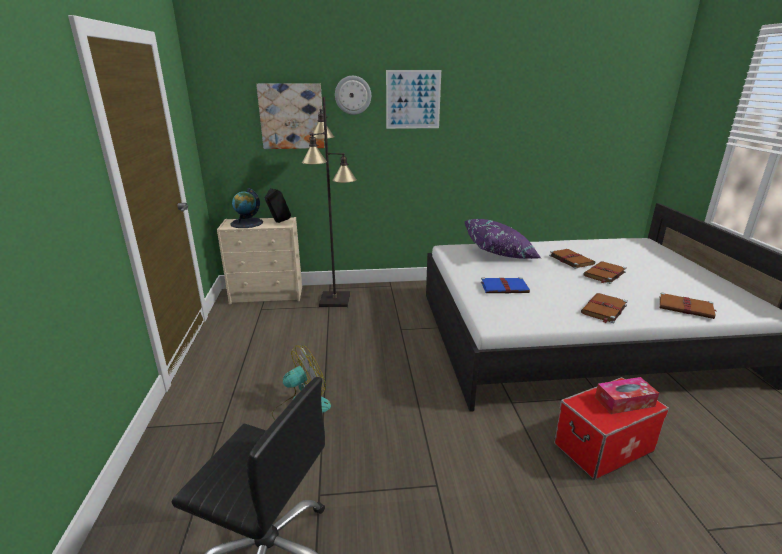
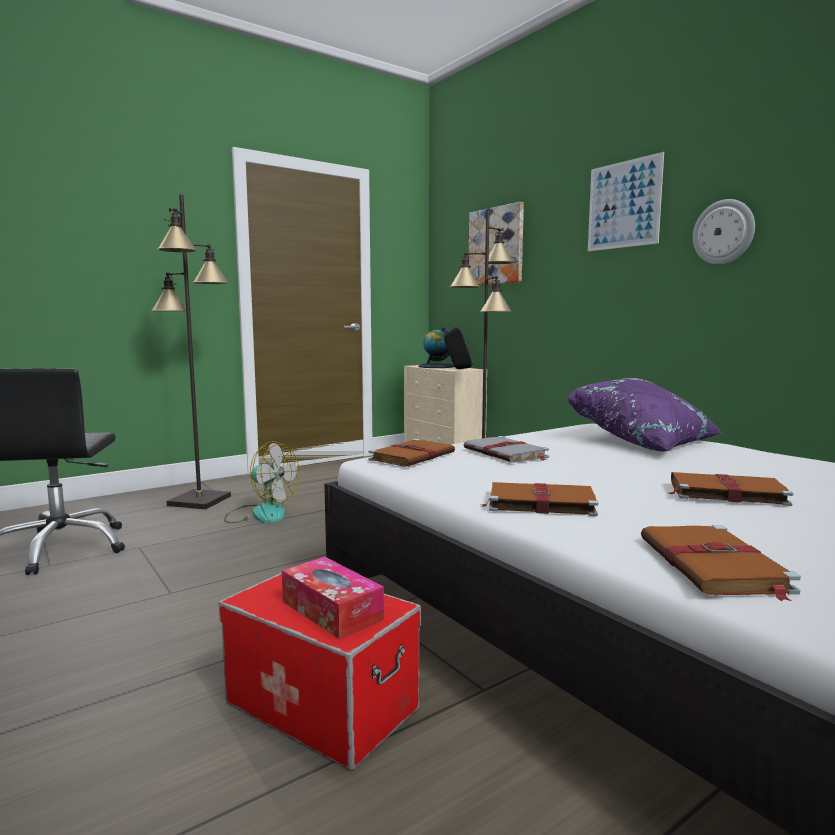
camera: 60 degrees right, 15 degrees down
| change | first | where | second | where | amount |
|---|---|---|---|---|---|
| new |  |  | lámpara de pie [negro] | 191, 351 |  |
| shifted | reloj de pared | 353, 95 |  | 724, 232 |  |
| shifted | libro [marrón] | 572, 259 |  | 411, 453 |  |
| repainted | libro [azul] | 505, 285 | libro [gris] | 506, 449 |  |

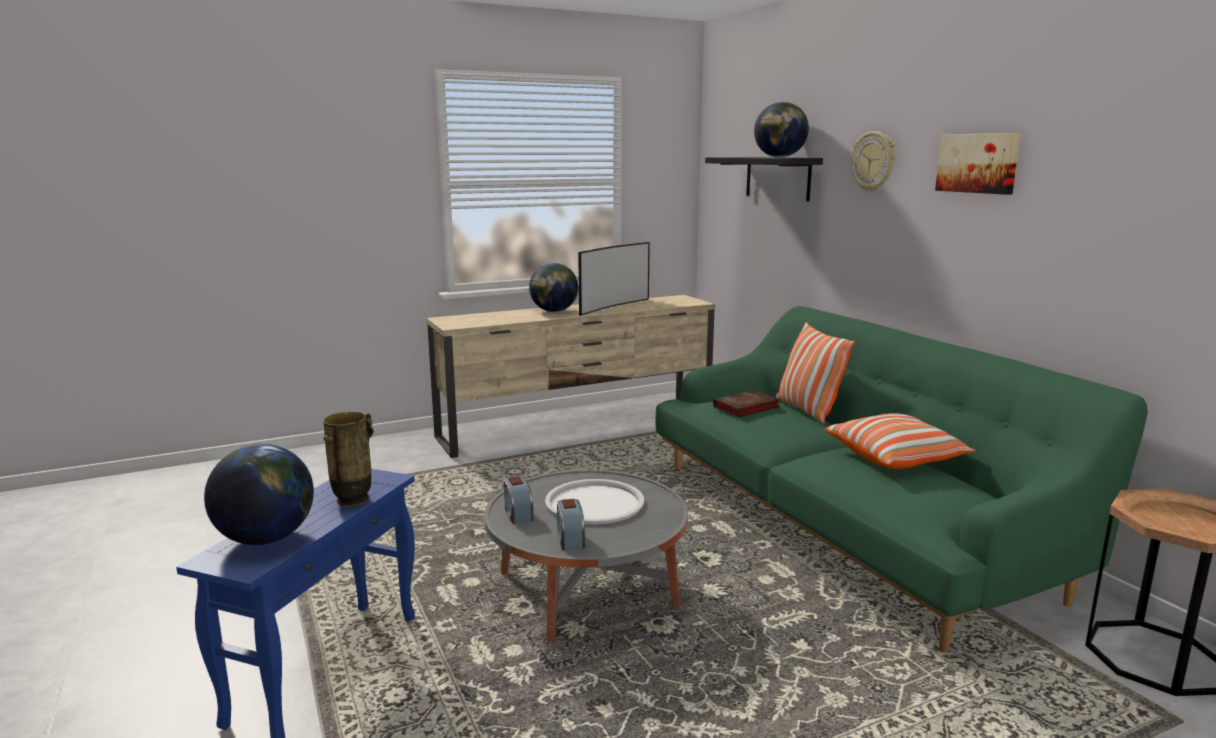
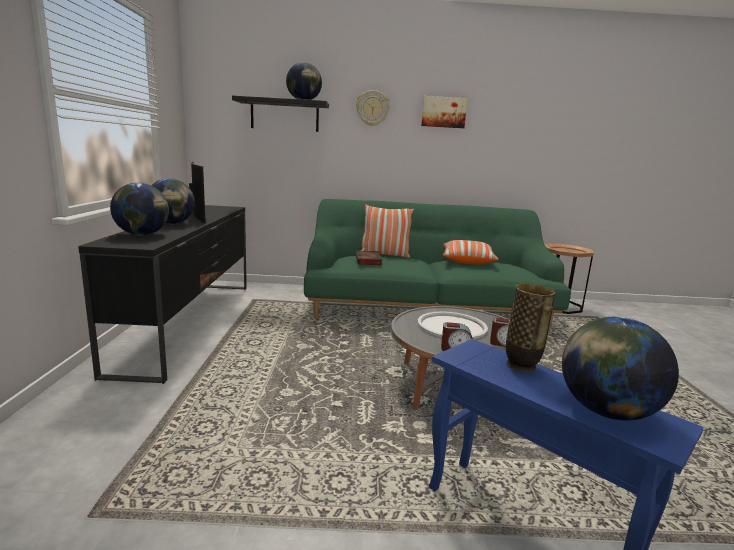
camera: 65 degrees left, 0 degrees up
| change | first | where | second | where | amount |
|---|---|---|---|---|---|
| new |  |  | globo terráqueo | 139, 209 |  |
| repainted | mueble de televisión [beis] | 571, 376 | mueble de televisión [negro] | 162, 294 |  |

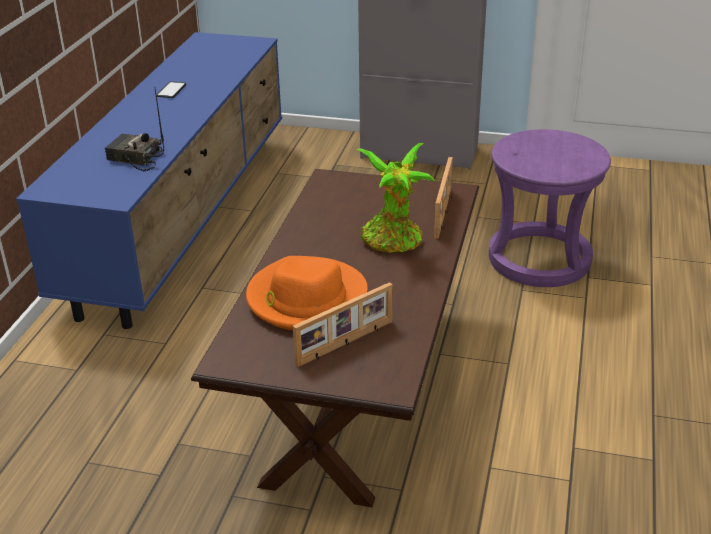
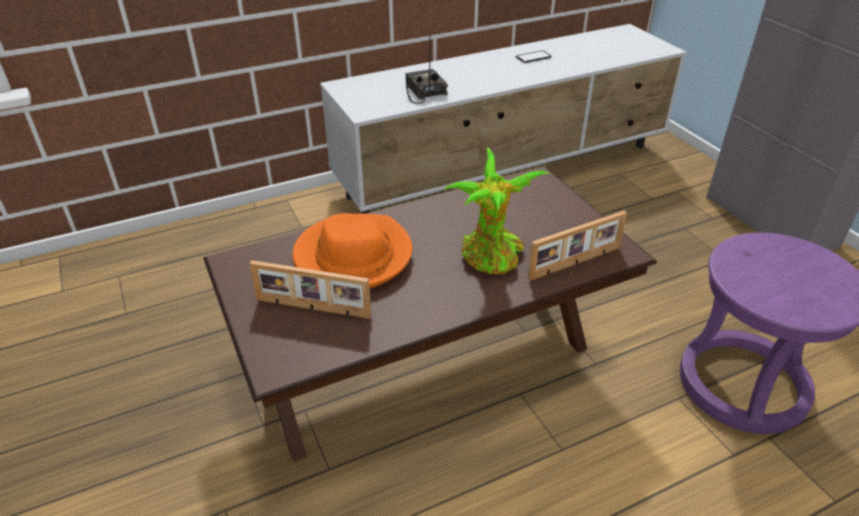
camera: 50 degrees right, 5 degrees up
| change | first | where | second | where | amount |
|---|---|---|---|---|---|
| repainted | mueble de televisión [azul] | 149, 180 | mueble de televisión [blanco] | 503, 119 |  |

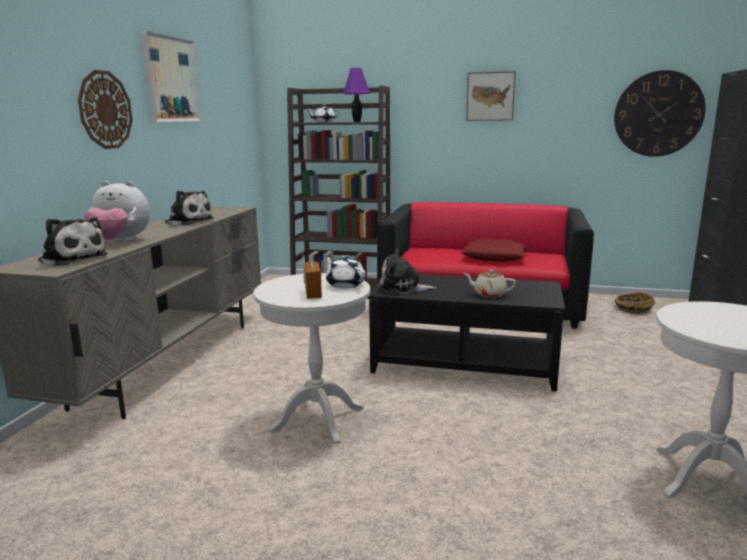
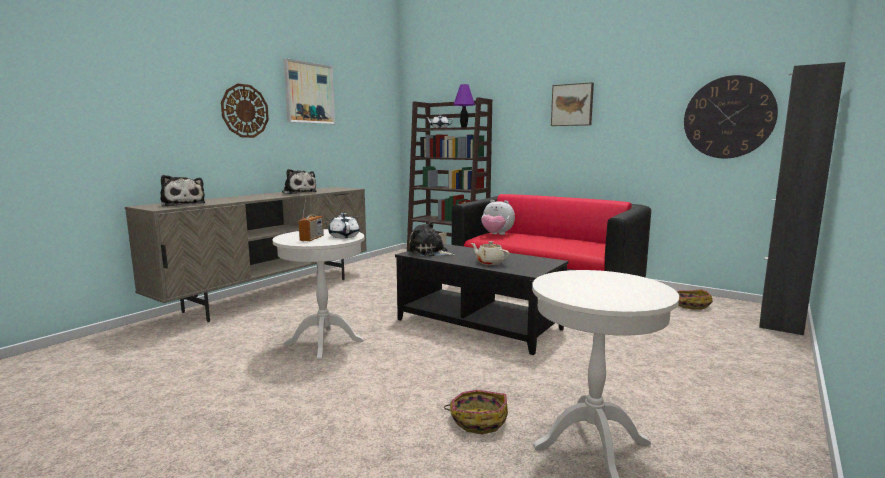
camera: 20 degrees right, 5 degrees down
| change | first | where | second | where | amount |
|---|---|---|---|---|---|
| gone | cojín [rojo] | 494, 250 |  |  |  |
| new |  |  | cesta | 476, 412 |  |
| shifted | peluche | 117, 211 |  | 498, 217 |  |

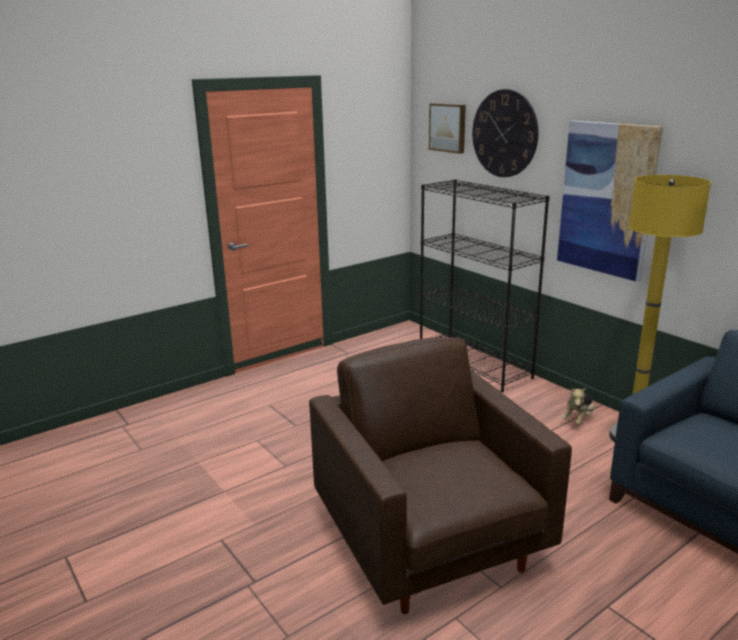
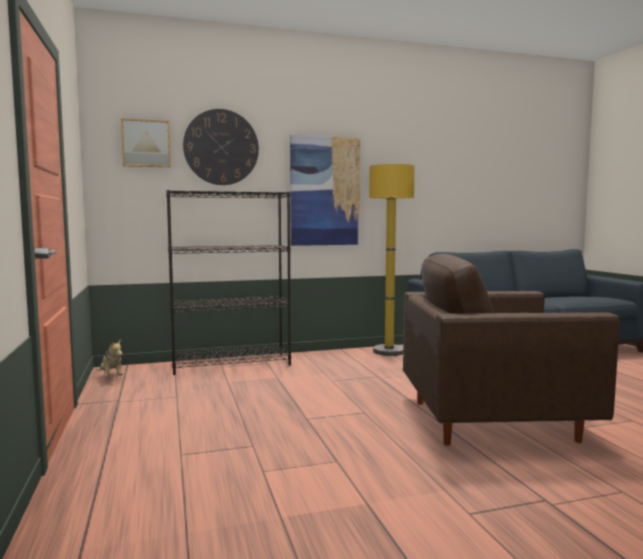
camera: 70 degrees left, 15 degrees down
| change | first | where | second | where | amount |
|---|---|---|---|---|---|
| shifted | peluche | 578, 406 |  | 109, 358 |  |

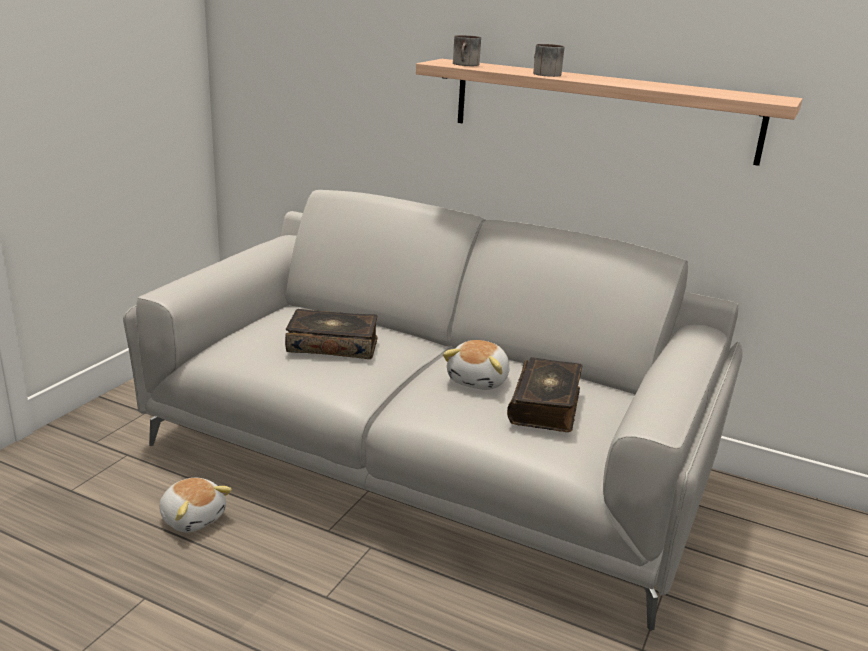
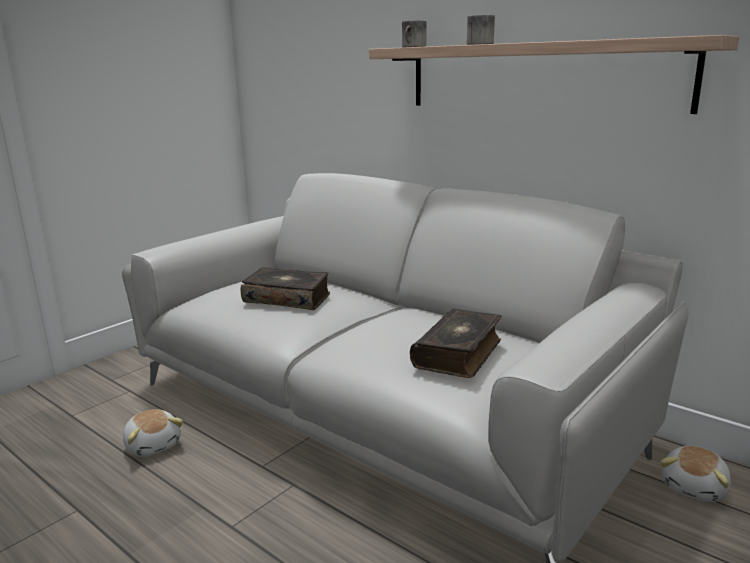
camera: 15 degrees right, 5 degrees down
| change | first | where | second | where | amount |
|---|---|---|---|---|---|
| shifted | peluche | 476, 365 |  | 695, 474 |  |

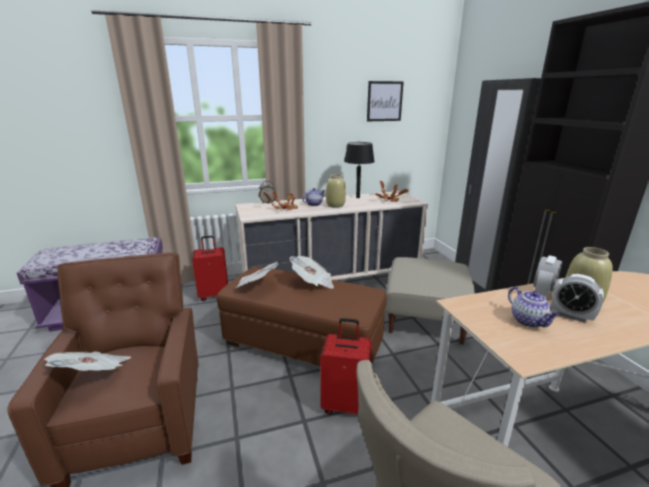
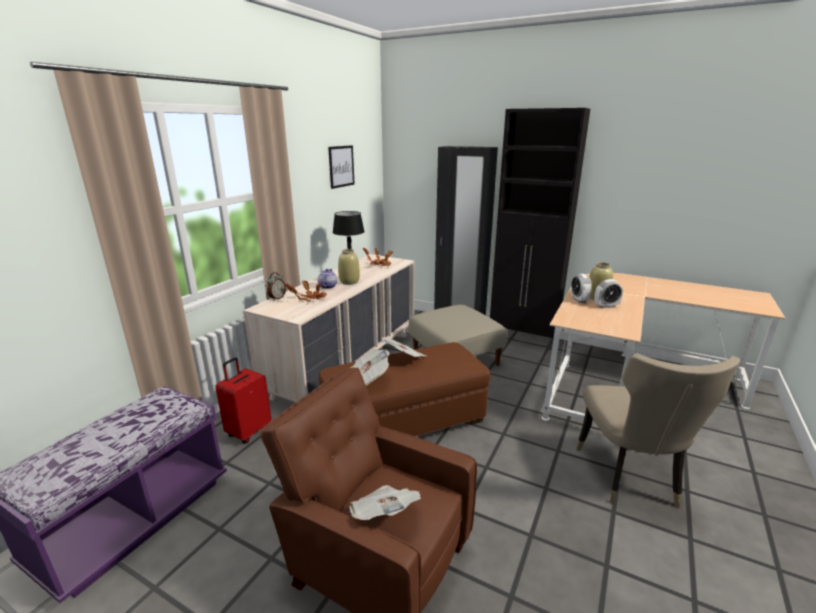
camera: 45 degrees left, 0 degrees up
| change | first | where | second | where | amount |
|---|---|---|---|---|---|
| gone | maleta [rojo] | 346, 366 |  |  |  |
| gone | tetera | 534, 307 |  |  |  |

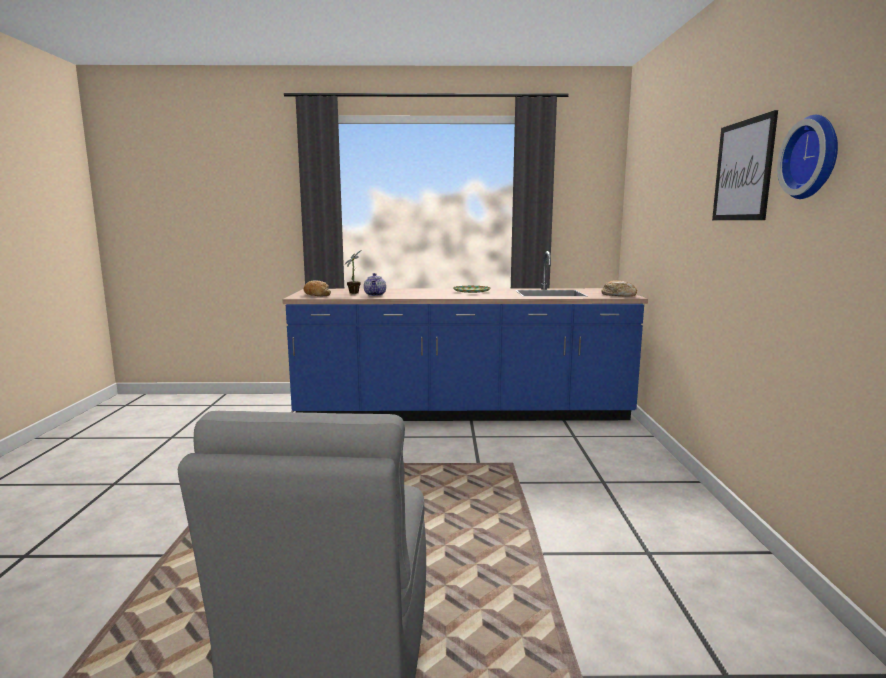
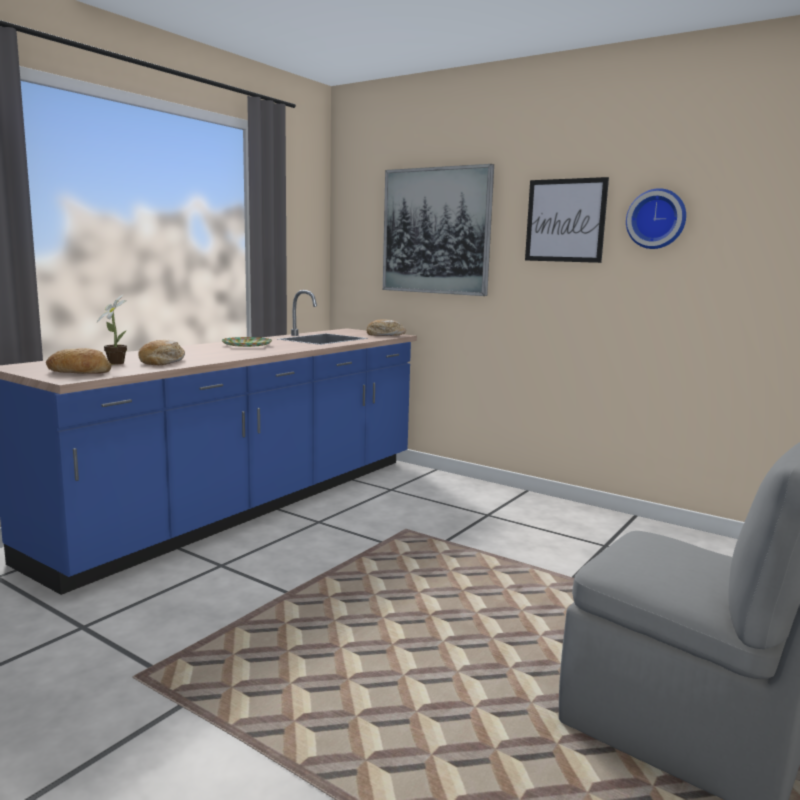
camera: 55 degrees left, 0 degrees up
| change | first | where | second | where | amount |
|---|---|---|---|---|---|
| new |  |  | cuadro | 438, 230 |  |
| swapped | tetera | 375, 284 | pan | 161, 352 |  |

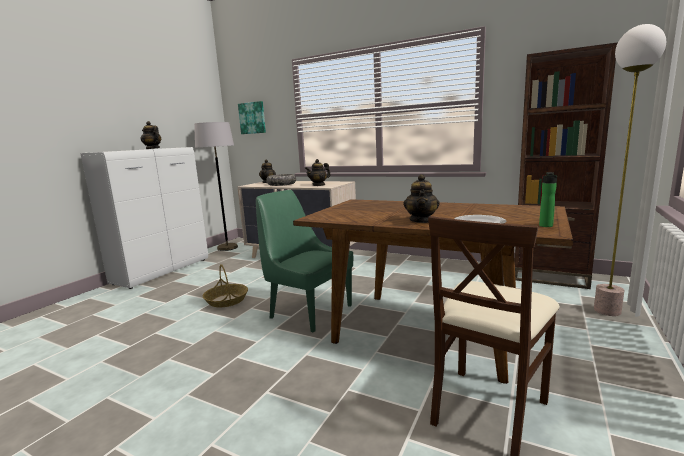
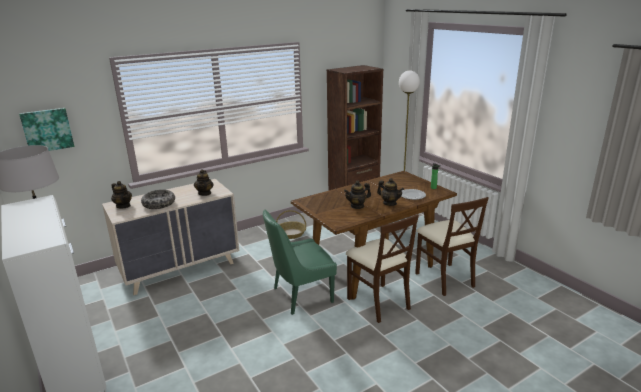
camera: 60 degrees left, 10 degrees up
| change | first | where | second | where | amount |
|---|---|---|---|---|---|
| new |  |  | silla [beis] | 382, 268 |  |
| shifted | tetera | 150, 135 |  | 357, 195 |  |
| shifted | cesta | 225, 286 |  | 291, 224 |  |

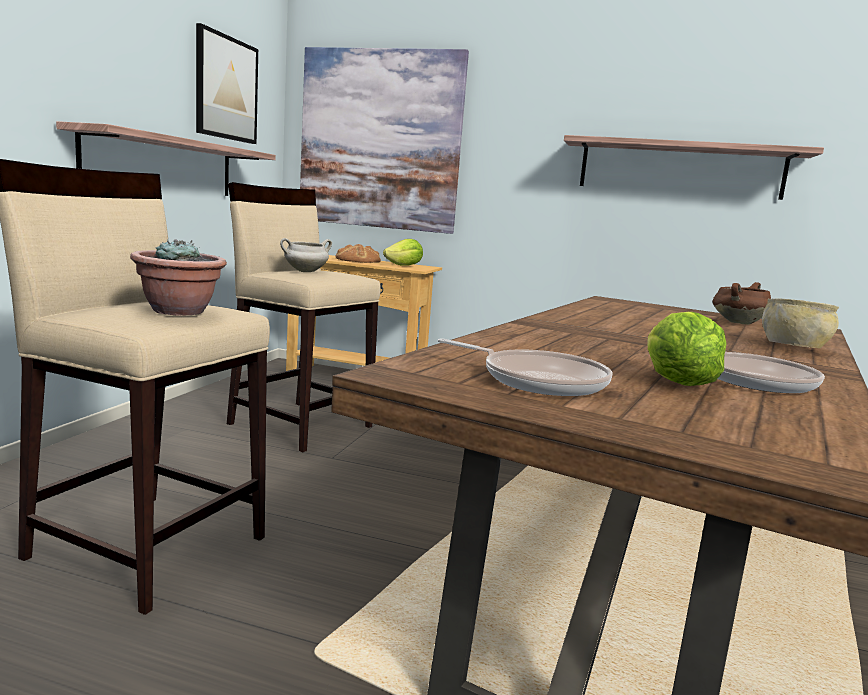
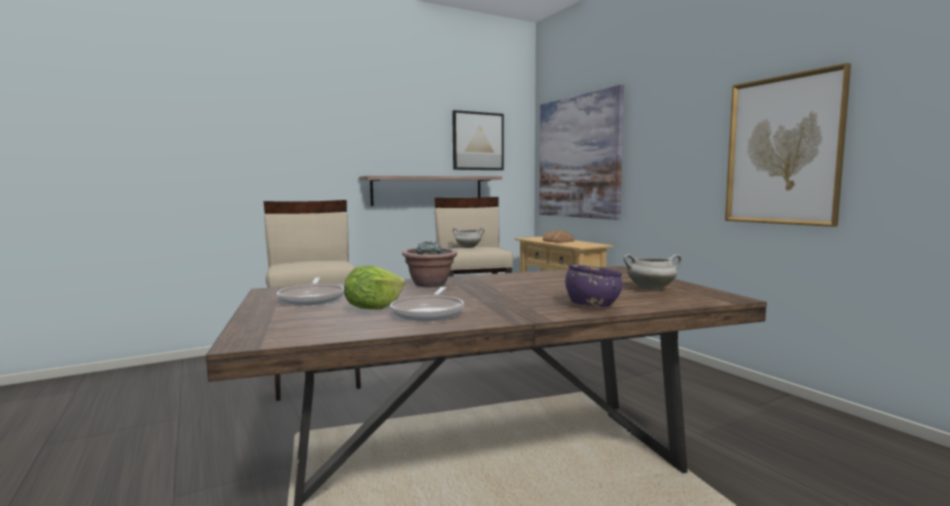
camera: 45 degrees right, 5 degrees down
| change | first | where | second | where | amount |
|---|---|---|---|---|---|
| gone | lechuga | 403, 252 |  |  |  |
| shifted | planta en maceta | 178, 277 |  | 429, 264 |  |
| swapped | estante | 694, 167 | cuadro | 788, 145 |  |
| repainted | olla [marrón] | 741, 303 | olla [blanco] | 652, 272 |  |
| repainted | cuenco [beis] | 800, 323 | cuenco [morado] | 594, 285 |  |

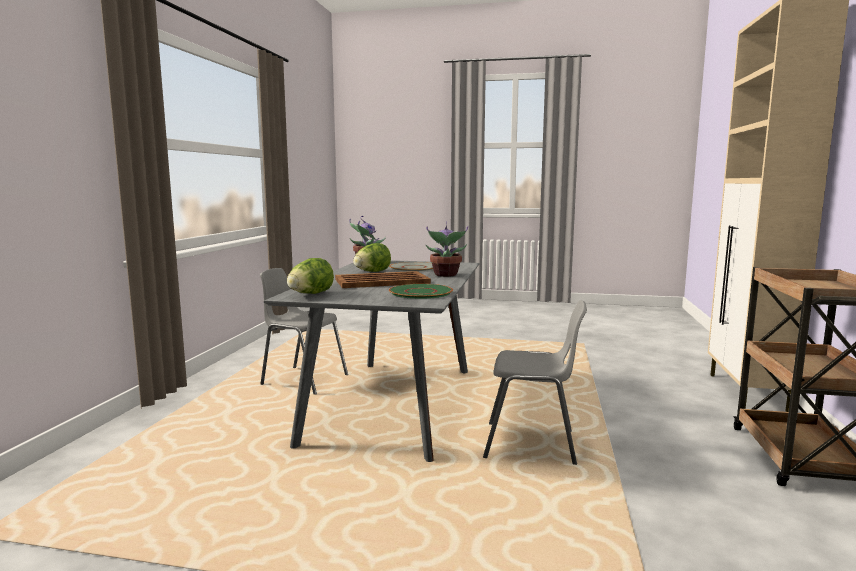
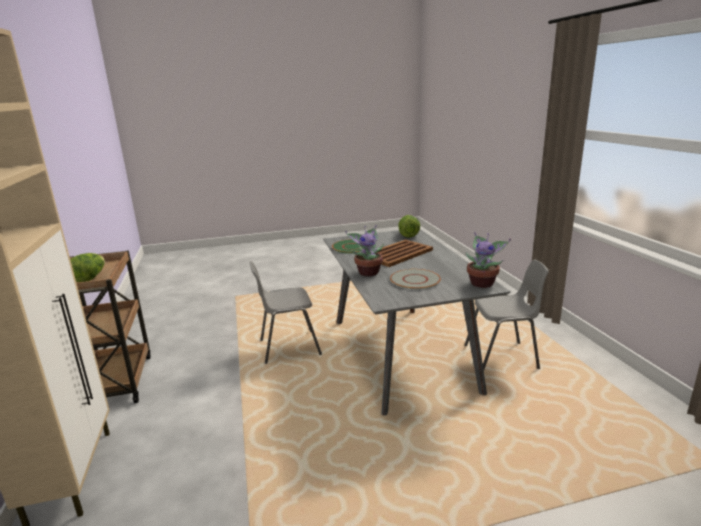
camera: 155 degrees right, 10 degrees up
| change | first | where | second | where | amount |
|---|---|---|---|---|---|
| shifted | lechuga | 372, 257 |  | 87, 267 |  |

